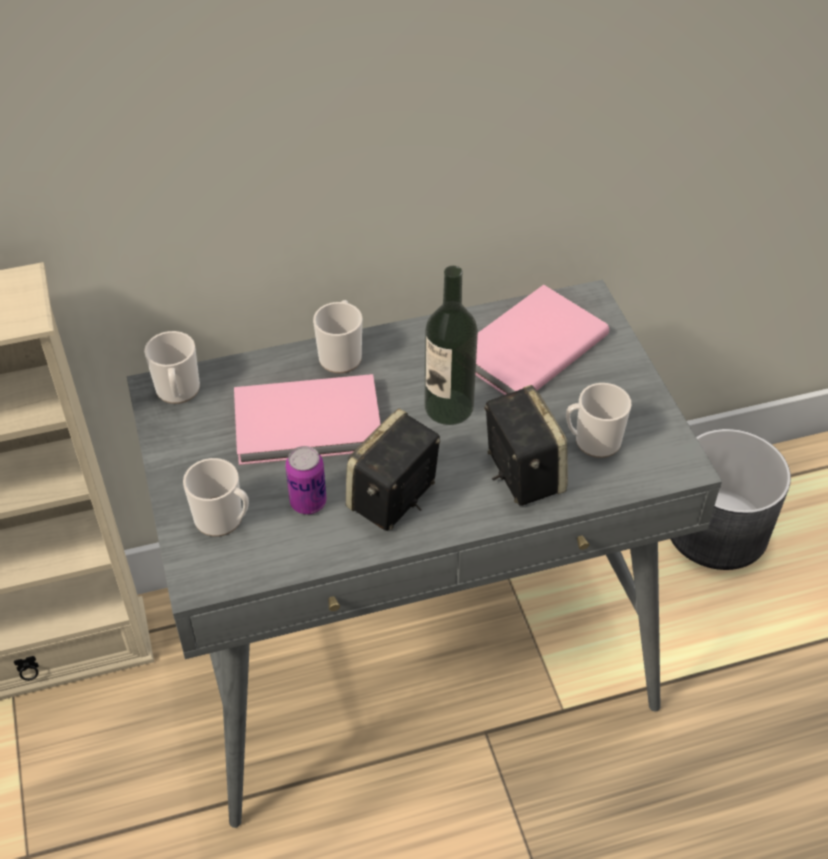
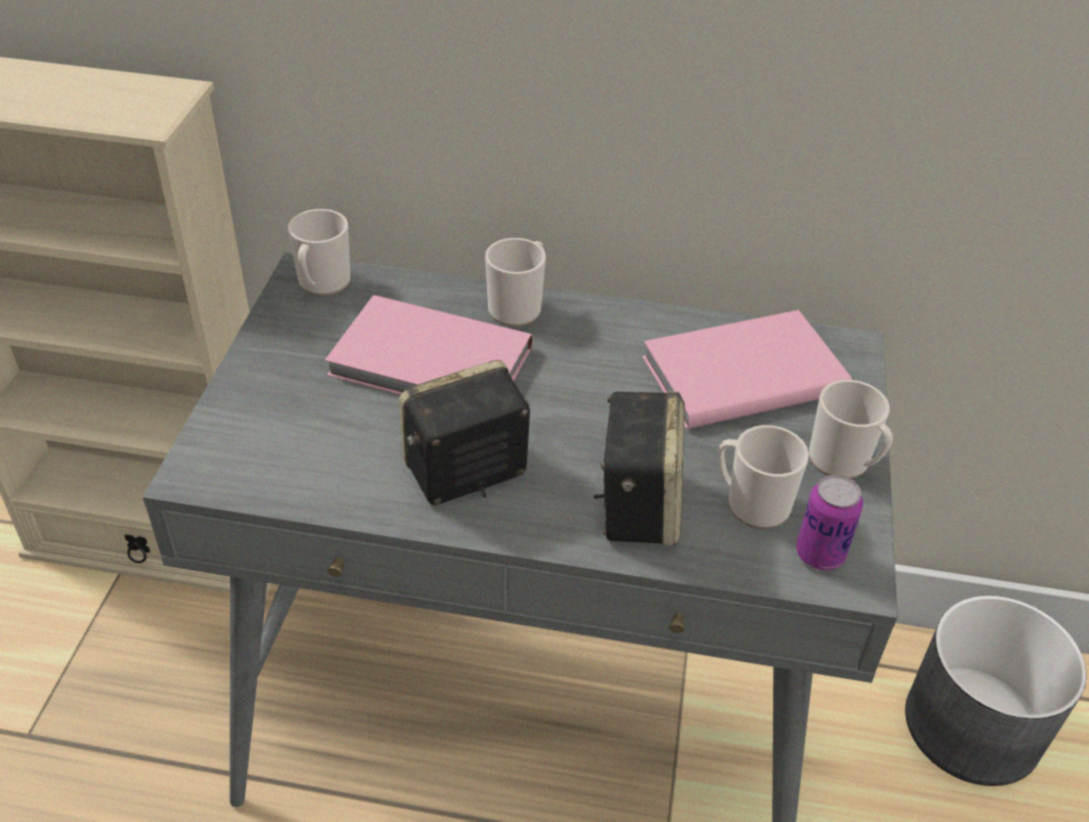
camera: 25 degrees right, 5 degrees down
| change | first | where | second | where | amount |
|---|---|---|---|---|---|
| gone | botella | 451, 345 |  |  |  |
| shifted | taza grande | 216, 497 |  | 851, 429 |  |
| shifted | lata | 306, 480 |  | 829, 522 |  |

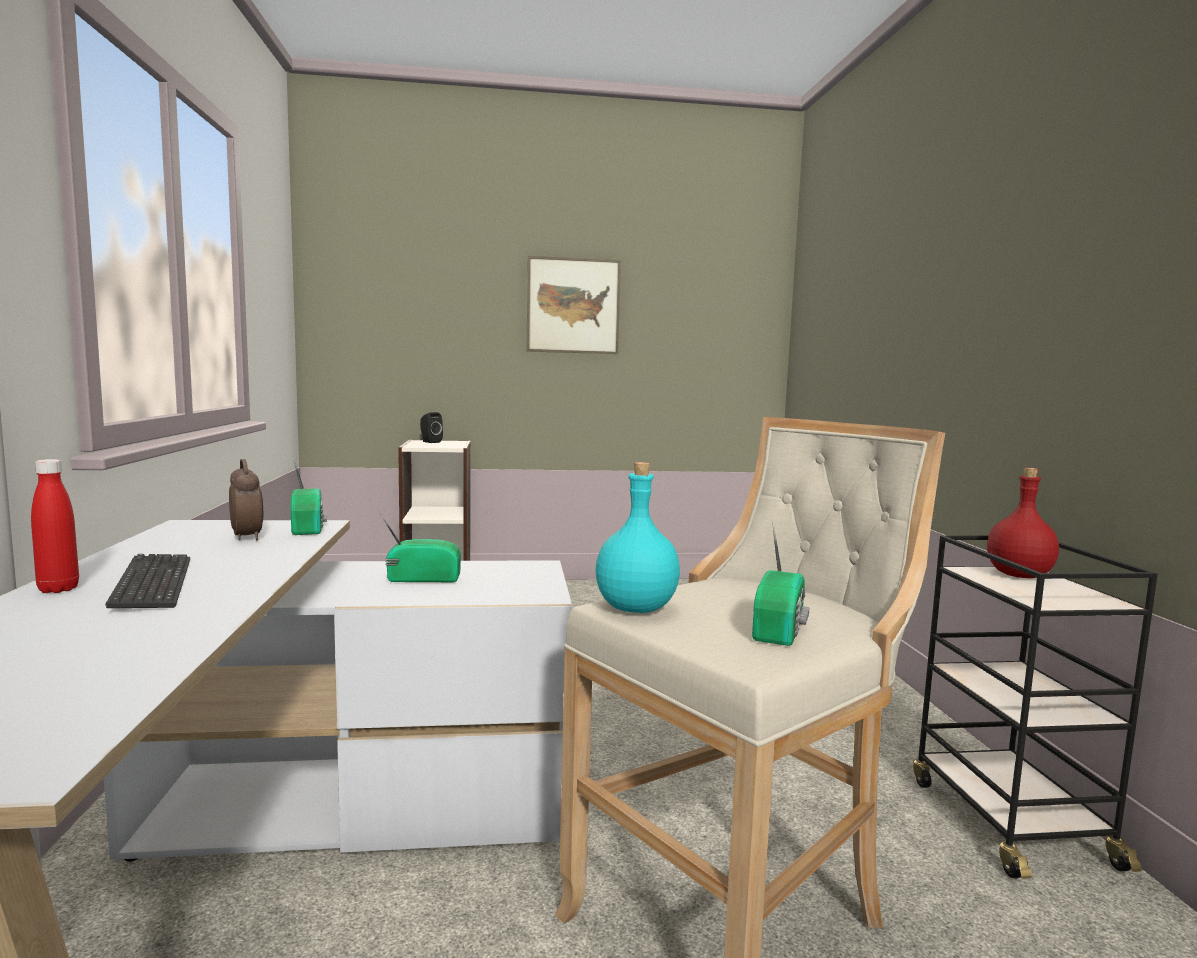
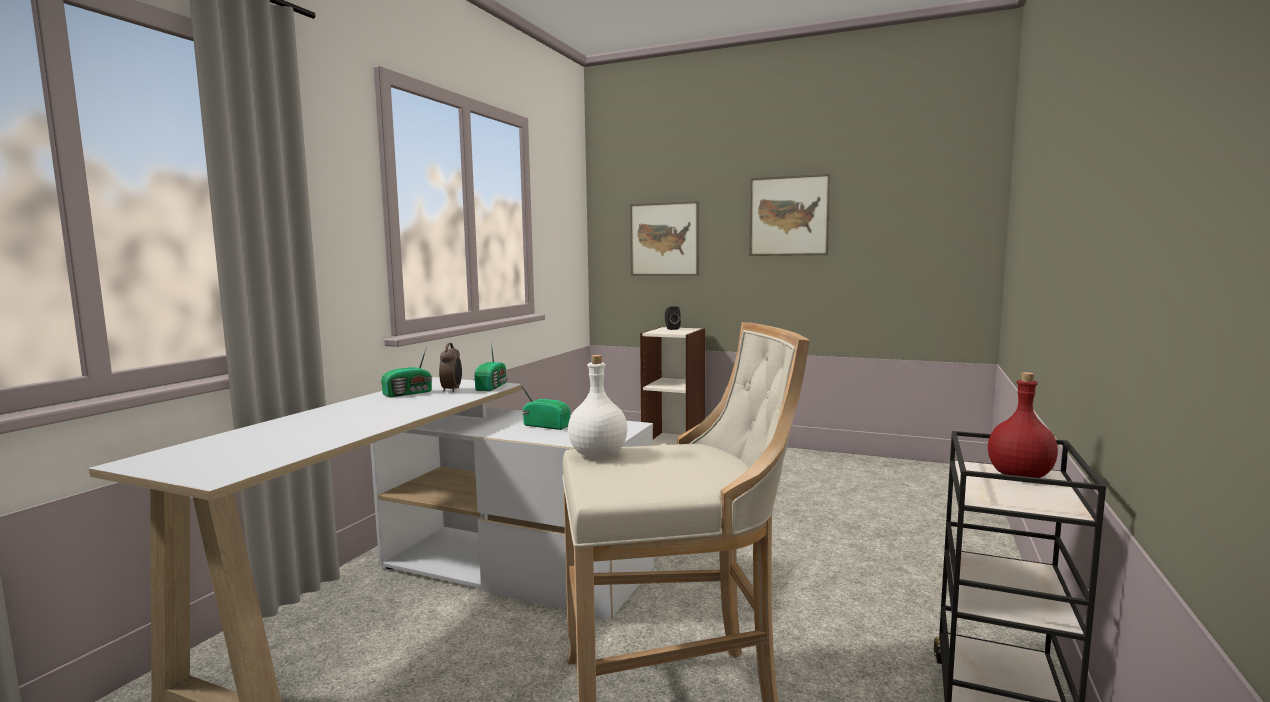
camera: 30 degrees right, 0 degrees up
| change | first | where | second | where | amount |
|---|---|---|---|---|---|
| gone | botella [rojo] | 55, 526 |  |  |  |
| gone | teclado | 147, 581 |  |  |  |
| new |  |  | cuadro | 664, 238 |  |
| shifted | radio | 780, 584 |  | 406, 372 |  |
| repainted | botella [turquesa] | 637, 537 | botella [blanco] | 597, 406 |  |

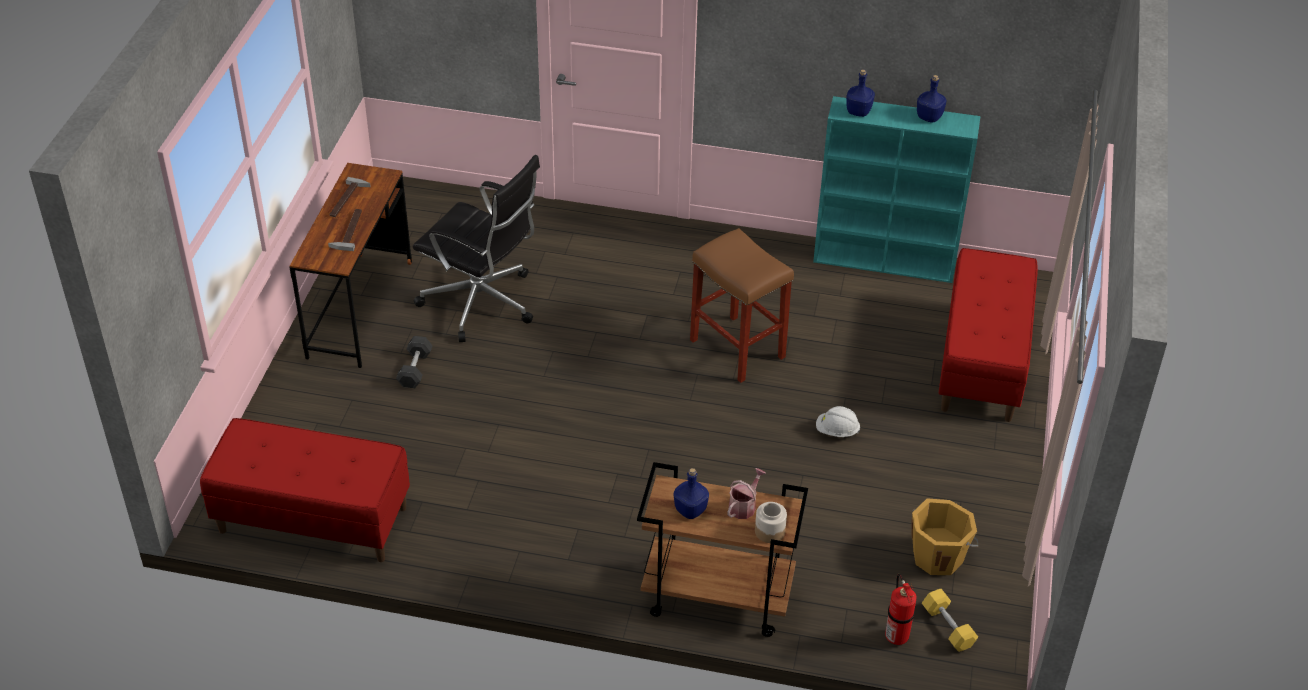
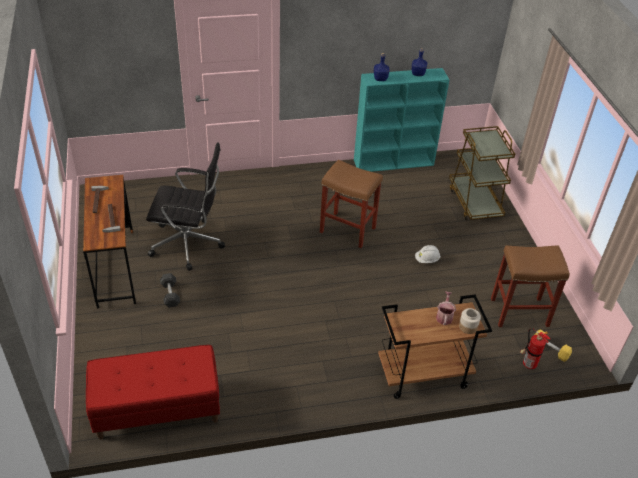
camera: 25 degrees left, 0 degrees up
| change | first | where | second | where | amount |
|---|---|---|---|---|---|
| gone | botella [azul] | 691, 493 |  |  |  |
| swapped | cubo [naranja] | 944, 536 | taburete [marrón] | 530, 286 |  |
| swapped | banco [rojo] | 988, 335 | carrito [marrón] | 482, 173 |  |

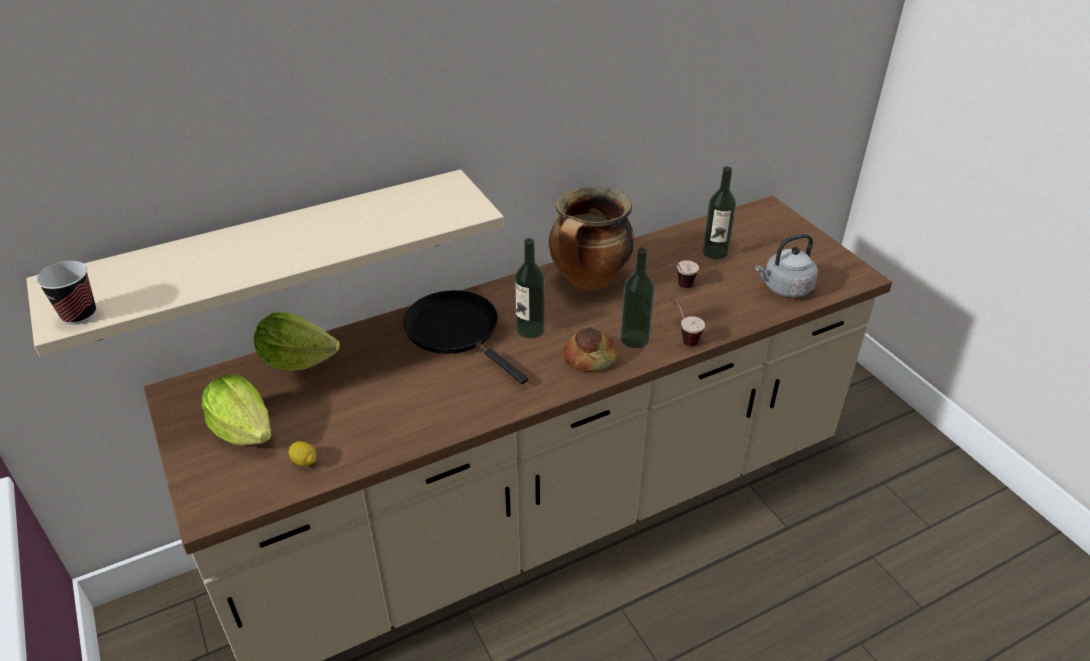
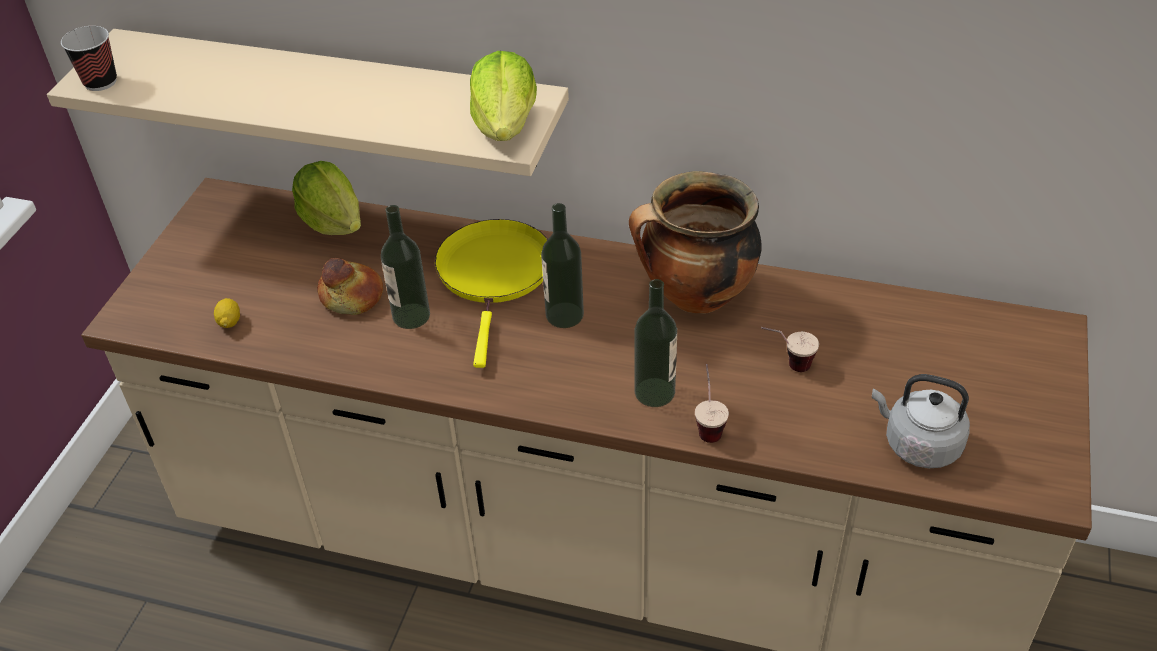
camera: 45 degrees right, 5 degrees up
| change | first | where | second | where | amount |
|---|---|---|---|---|---|
| shifted | lechuga | 237, 410 |  | 503, 96 |  |
| shifted | pan | 590, 349 |  | 350, 286 |  |
| shifted | botella | 719, 213 |  | 405, 267 |  |
| repainted | sartén [negro] | 465, 337 | sartén [amarillo] | 491, 293 |  |

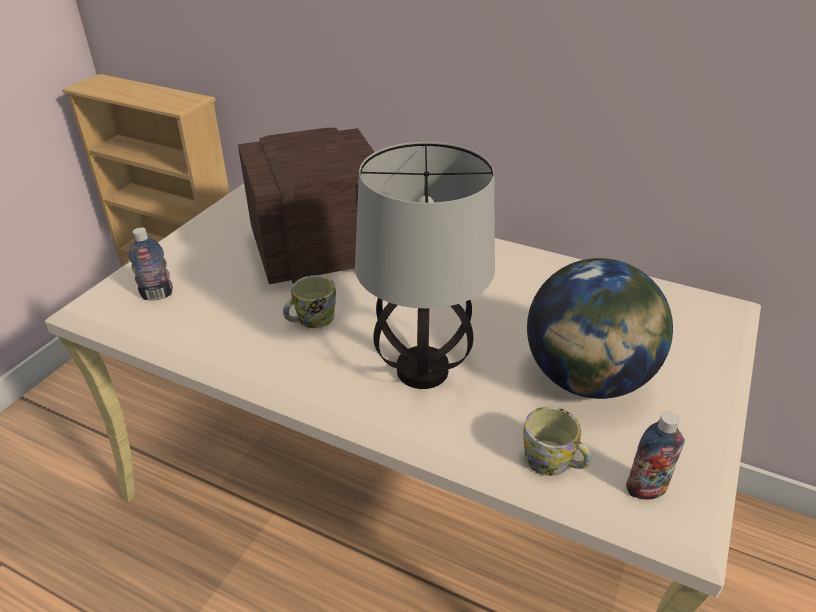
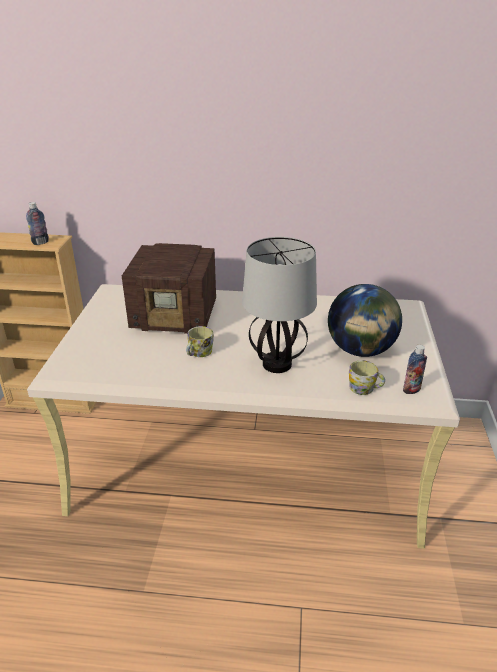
camera: 20 degrees left, 5 degrees down
| change | first | where | second | where | amount |
|---|---|---|---|---|---|
| shifted | botella | 150, 263 |  | 37, 223 |  |
| rotated | radio | 306, 206 |  | 169, 288 | 135 degrees counterclockwise |

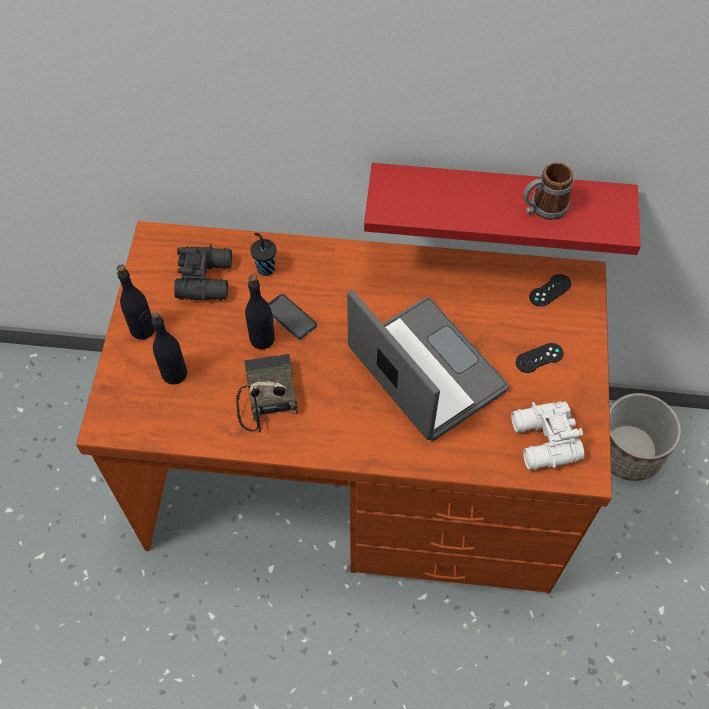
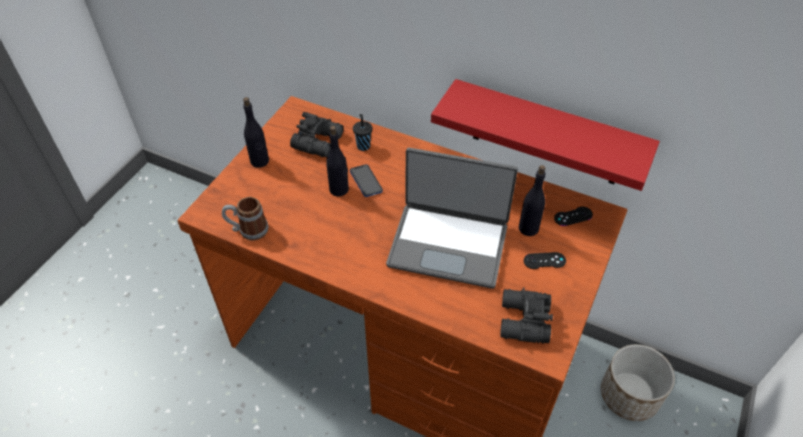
camera: 20 degrees right, 10 degrees down
| change | first | where | second | where | amount |
|---|---|---|---|---|---|
| gone | radio | 267, 393 |  |  |  |
| shifted | botella [negro] | 169, 348 |  | 532, 200 |  |
| shifted | taza grande | 548, 191 |  | 245, 219 |  |
| repainted | prismáticos [blanco] | 547, 435 | prismáticos [negro] | 526, 315 |  |
| rotated | portátil | 428, 365 |  | 452, 218 | 120 degrees clockwise |

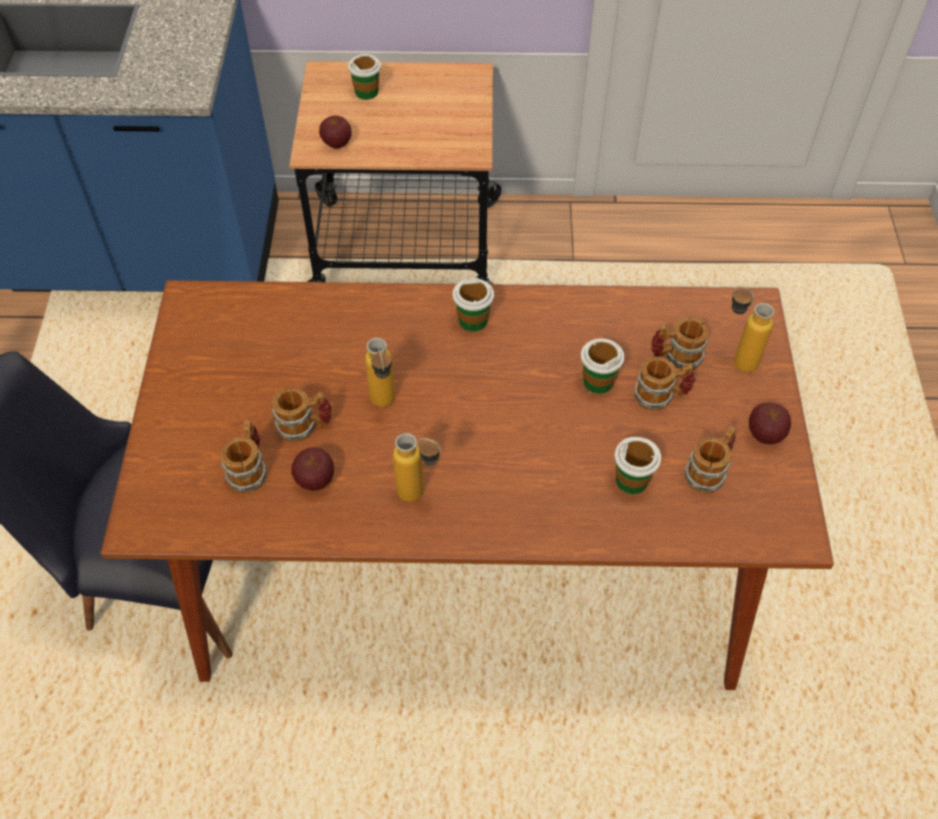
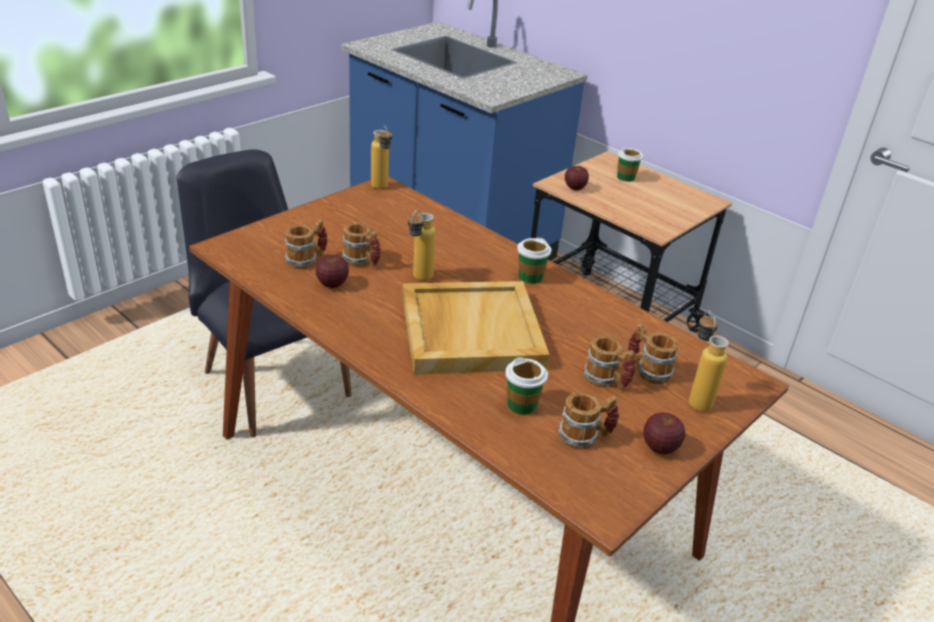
camera: 40 degrees right, 20 degrees down
| change | first | where | second | where | amount |
|---|---|---|---|---|---|
| gone | taza | 602, 366 |  |  |  |
| new |  |  | bandeja [beis] | 476, 328 |  |
| shifted | botella | 417, 467 |  | 381, 157 |  |

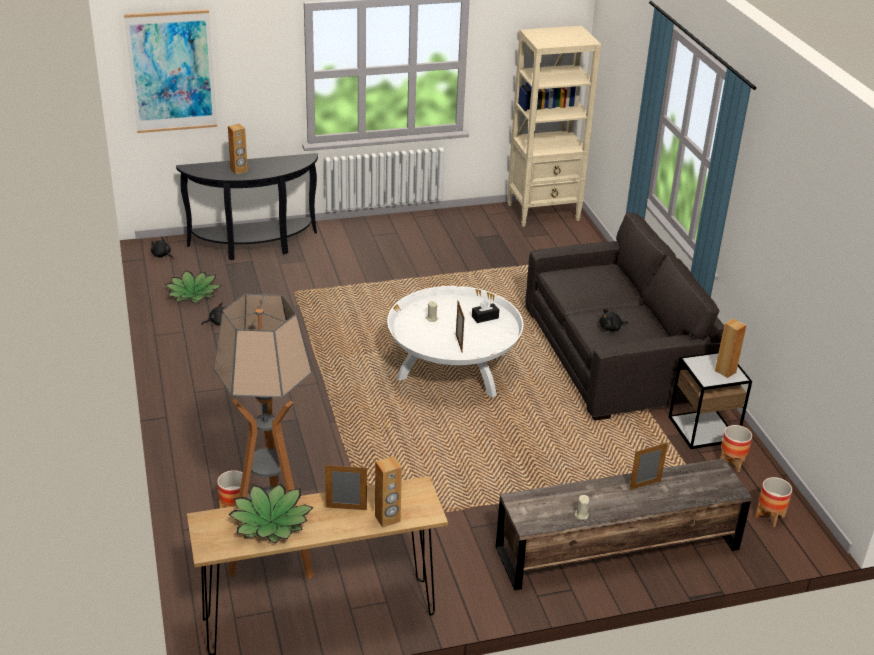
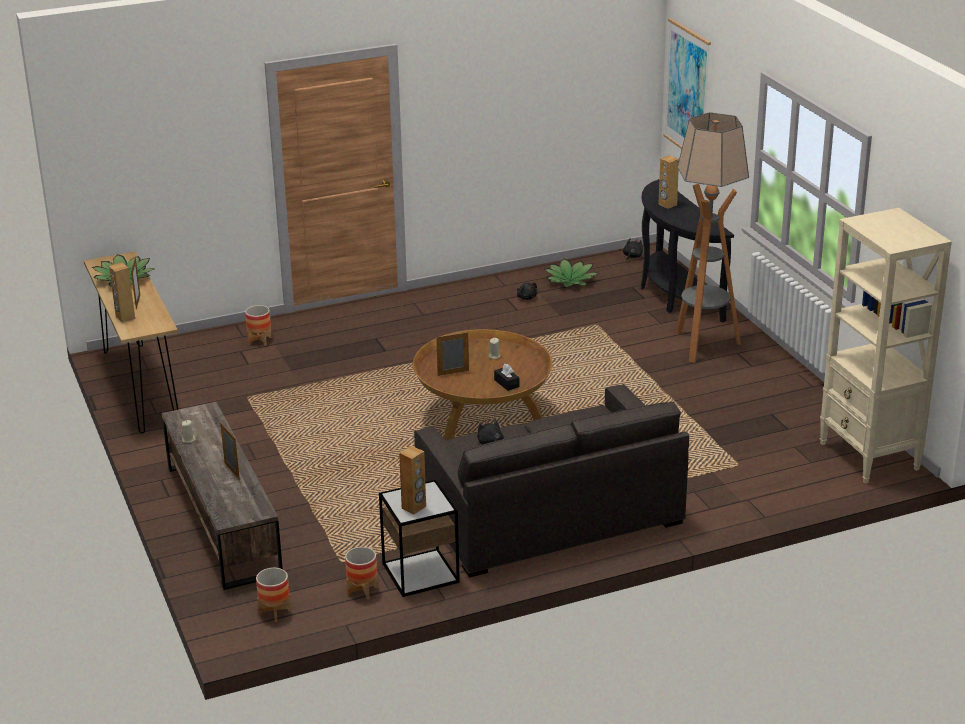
camera: 85 degrees right, 5 degrees down
| change | first | where | second | where | amount |
|---|---|---|---|---|---|
| shifted | lámpara de pie | 263, 437 |  | 712, 237 |  |
| repainted | mesa de centro [blanco] | 455, 342 | mesa de centro [marrón] | 482, 384 |  |

